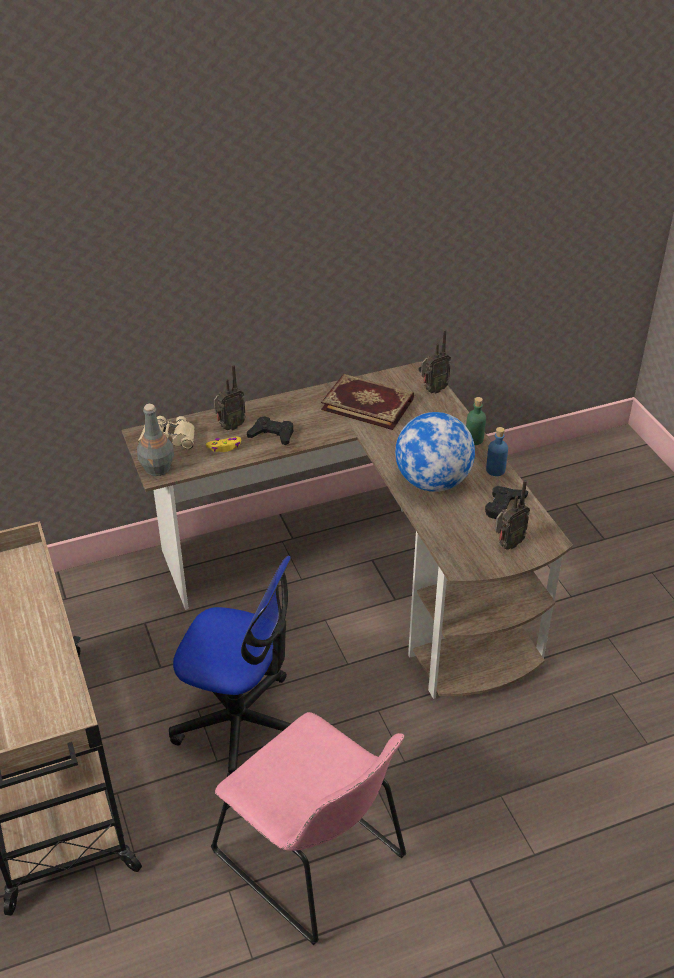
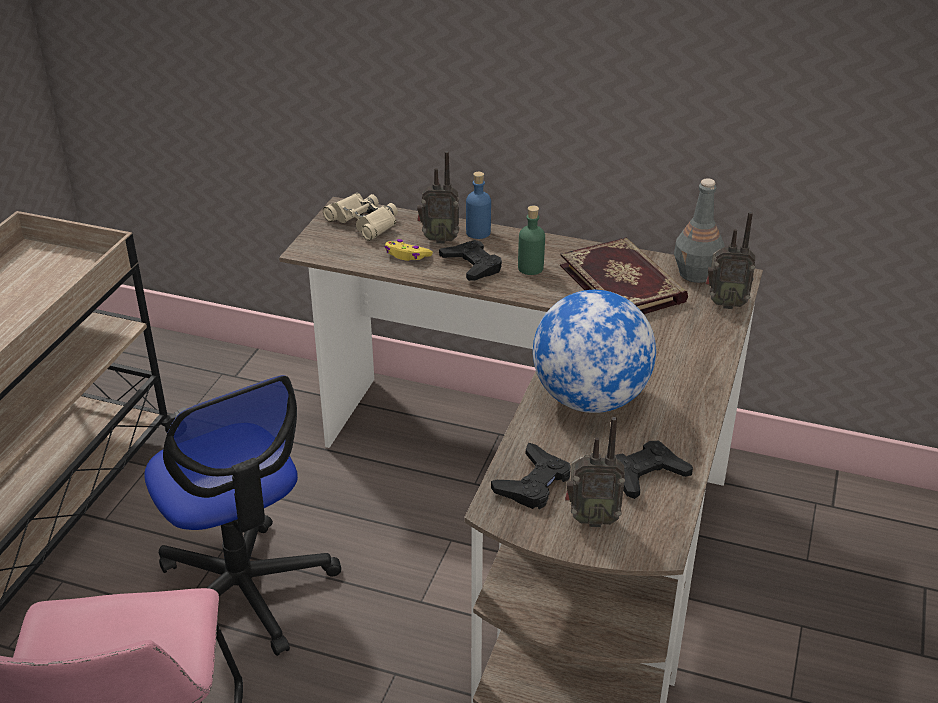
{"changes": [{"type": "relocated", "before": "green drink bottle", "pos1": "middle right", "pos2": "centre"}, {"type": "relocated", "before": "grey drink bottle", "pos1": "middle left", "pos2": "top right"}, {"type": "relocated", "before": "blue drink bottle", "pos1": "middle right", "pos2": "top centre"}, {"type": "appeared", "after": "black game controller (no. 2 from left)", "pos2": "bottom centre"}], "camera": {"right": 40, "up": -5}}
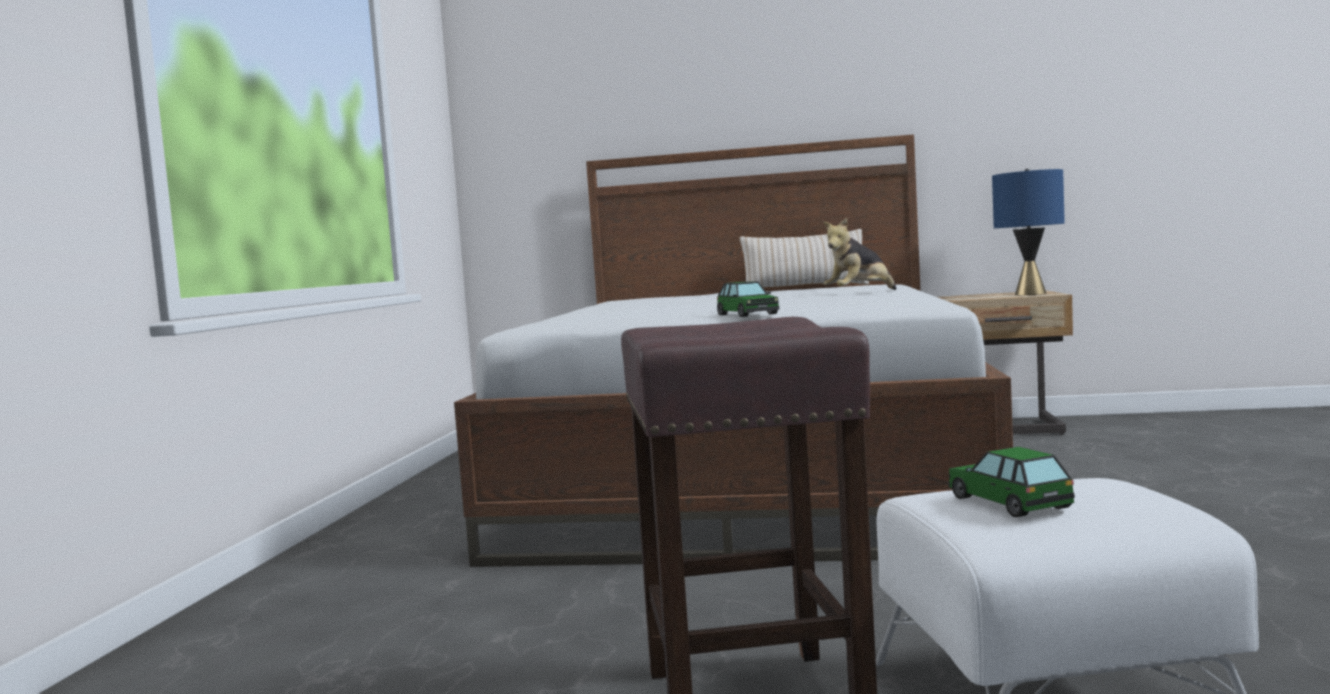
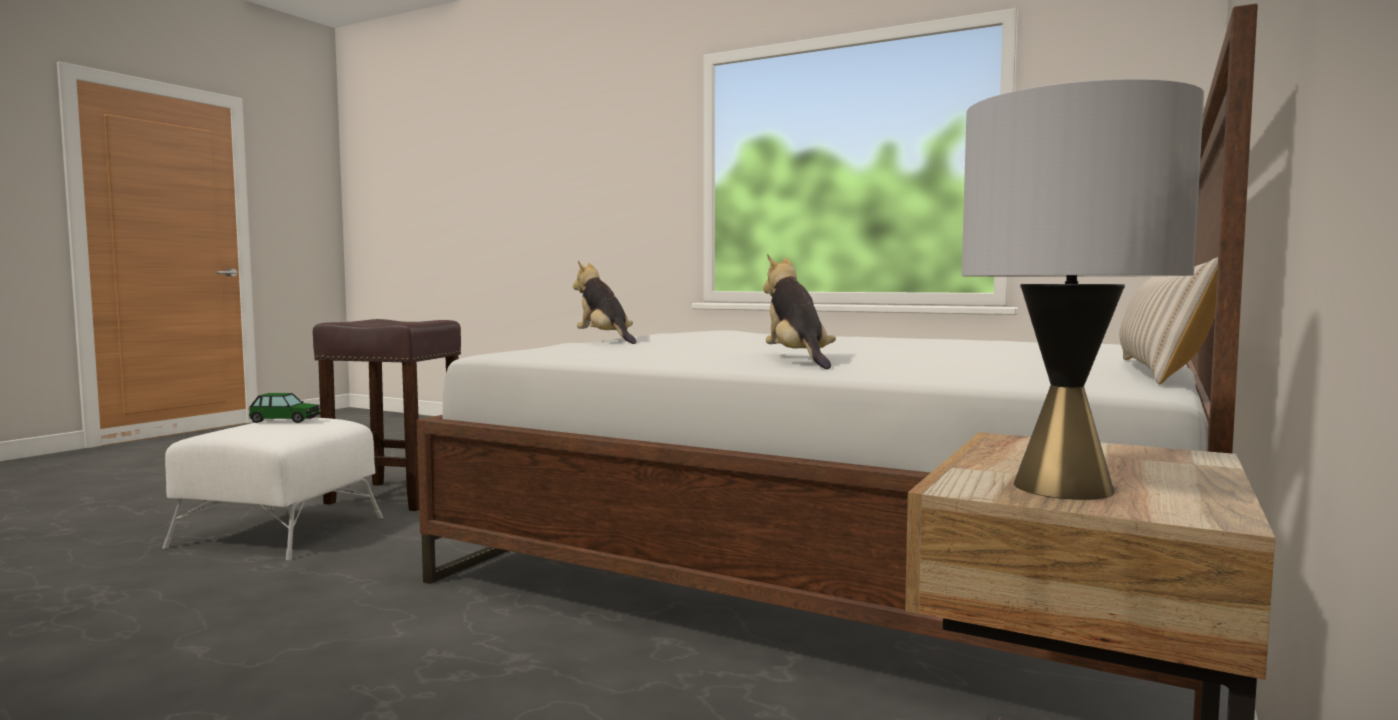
{"changes": [{"type": "colour", "before": "blue tabletop lamp", "after": "grey tabletop lamp", "pos1": "middle right", "pos2": "middle right"}, {"type": "exchanged", "before": "toy car (no. 1 from left)", "after": "plush toy (no. 1 from left)", "pos1": "centre", "pos2": "centre"}], "camera": {"right": 110, "up": 0}}
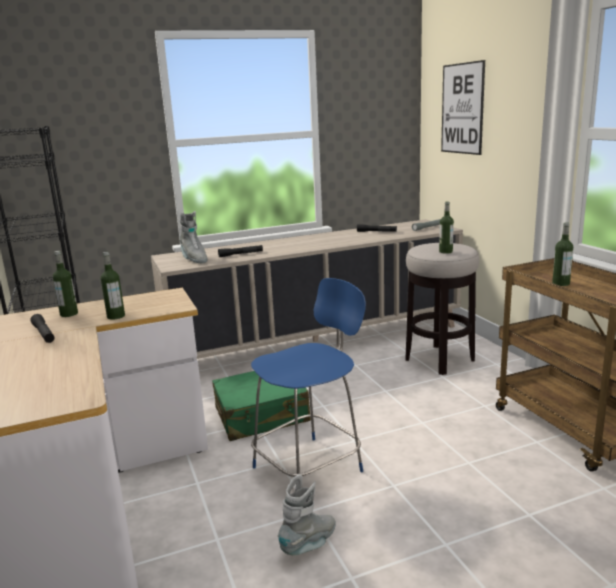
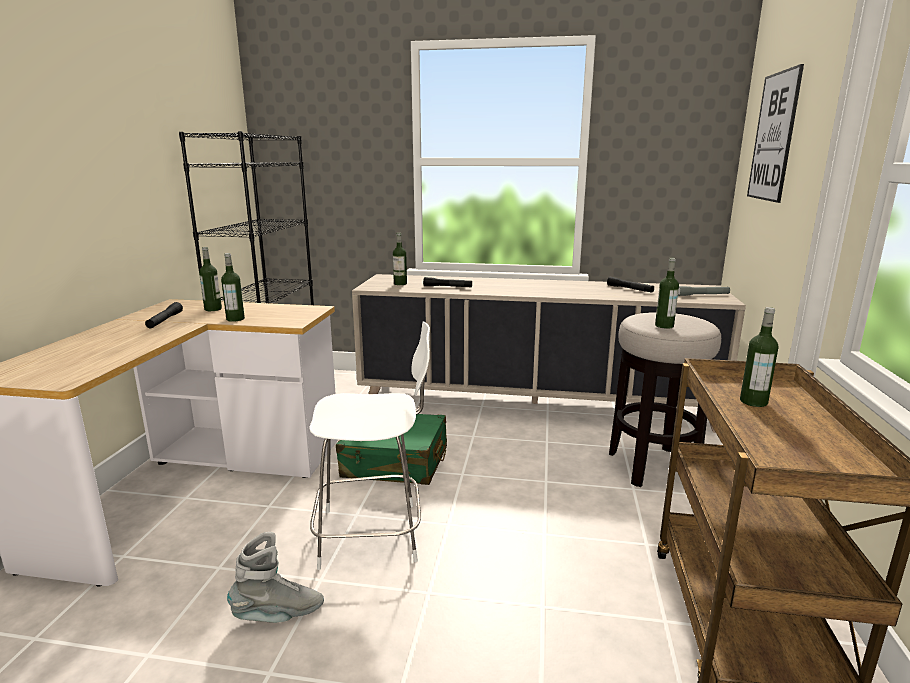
{"changes": [{"type": "exchanged", "before": "grey tall boot (no. 1 from left)", "after": "drink bottle (no. 3 from left)", "pos1": "middle left", "pos2": "centre"}, {"type": "colour", "before": "blue plain chair", "after": "white-coloured plain chair", "pos1": "centre", "pos2": "centre"}], "camera": {"right": 30, "up": 0}}
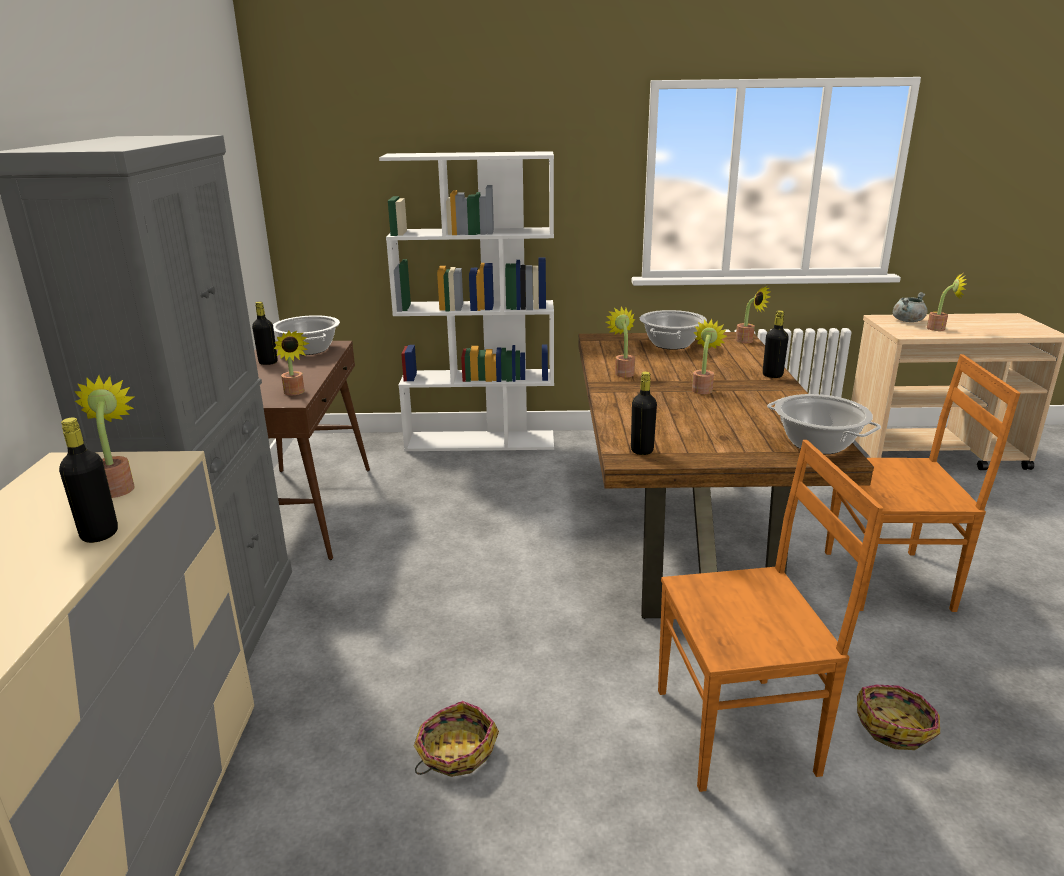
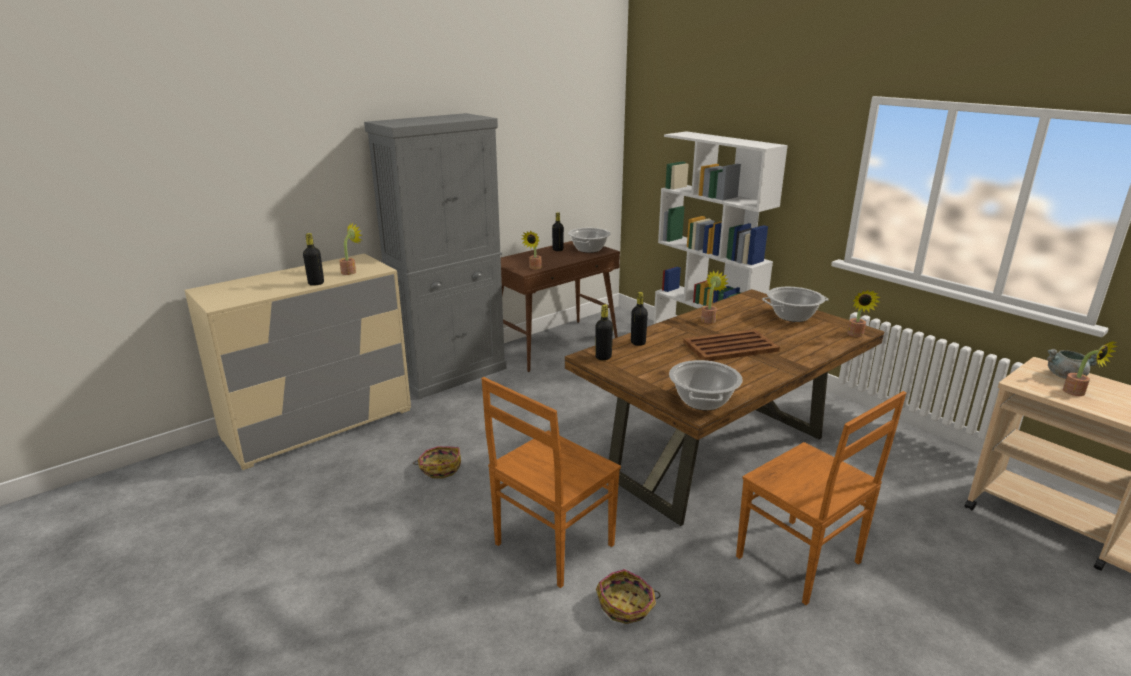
{"changes": [{"type": "relocated", "before": "black drink bottle (no. 4 from left)", "pos1": "middle right", "pos2": "centre"}, {"type": "exchanged", "before": "houseplant (no. 4 from left)", "after": "brownish serving tray", "pos1": "centre", "pos2": "centre"}, {"type": "spun", "before": "brownish plain chair (no. 1 from left)", "pos1": "bottom right", "pos2": "bottom centre", "turn": 90}], "camera": {"right": 50, "up": 0}}
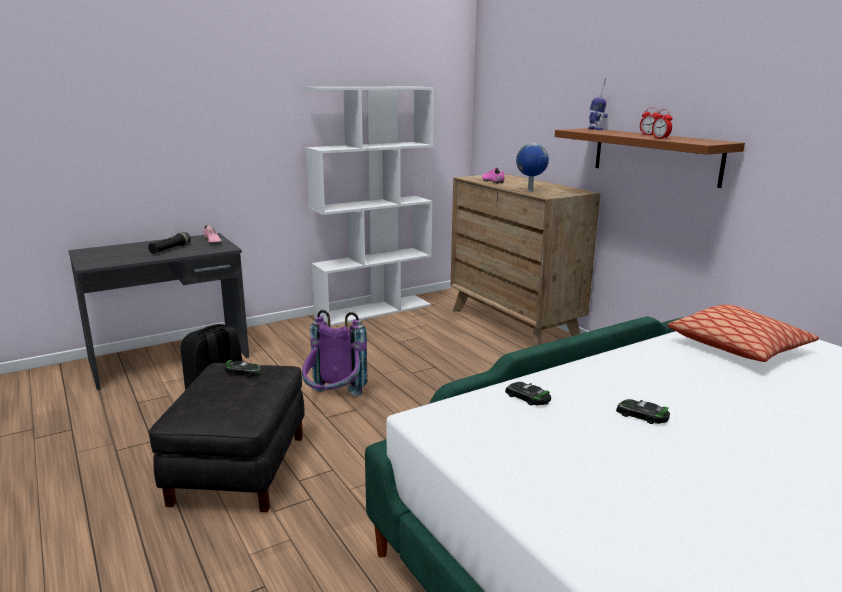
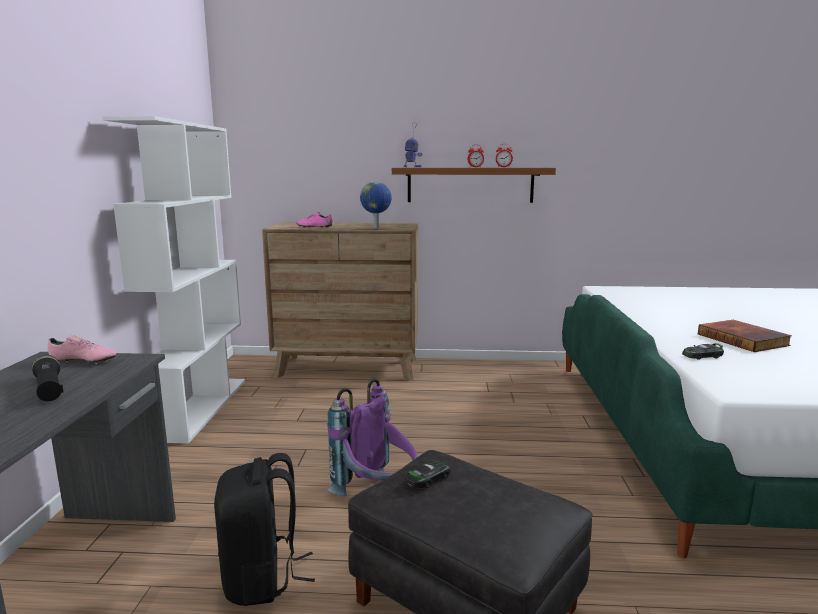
{"changes": [{"type": "missing", "before": "throw pillow", "pos1": "middle right"}, {"type": "exchanged", "before": "toy car (no. 3 from left)", "after": "volume", "pos1": "bottom right", "pos2": "middle right"}], "camera": {"right": -55, "up": -5}}
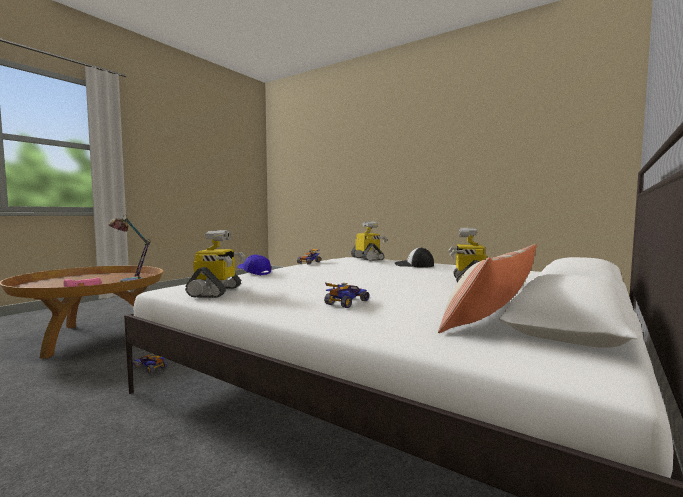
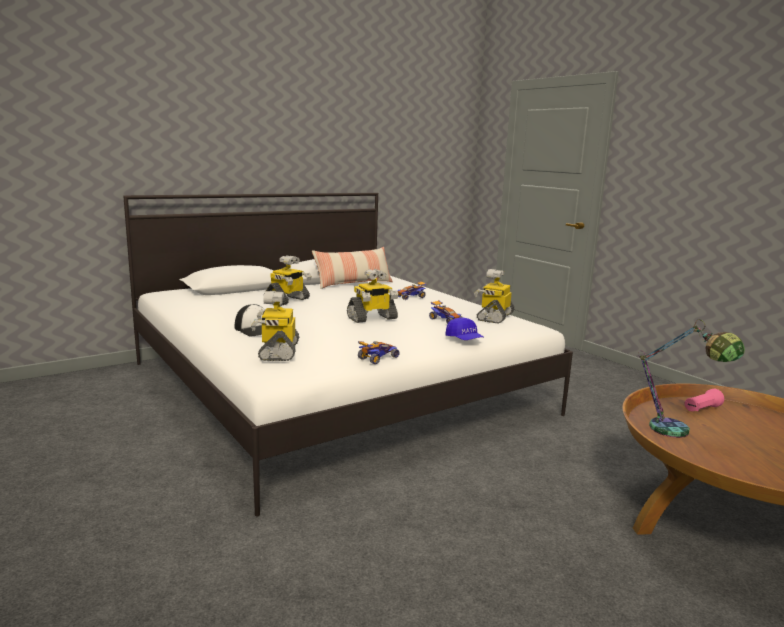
{"changes": [{"type": "relocated", "before": "toy car (no. 1 from left in the first image)", "after": "toy car (no. 3 from left)", "pos1": "bottom left", "pos2": "centre"}, {"type": "appeared", "after": "robot figure (no. 3 from left)", "pos2": "centre"}], "camera": {"right": -160, "up": 10}}
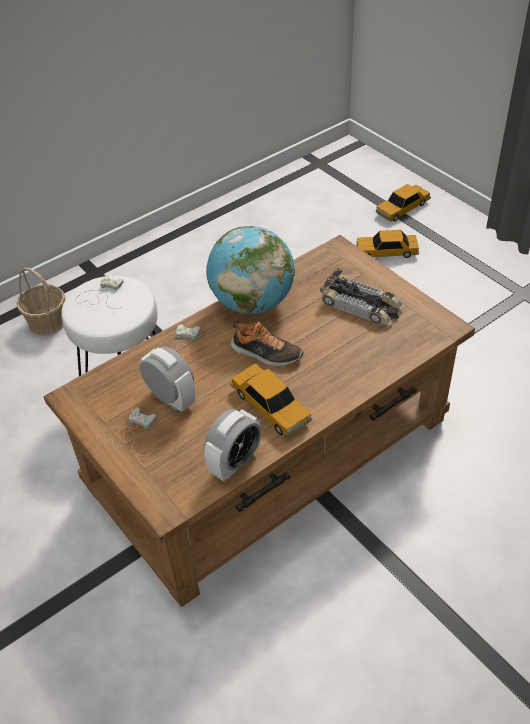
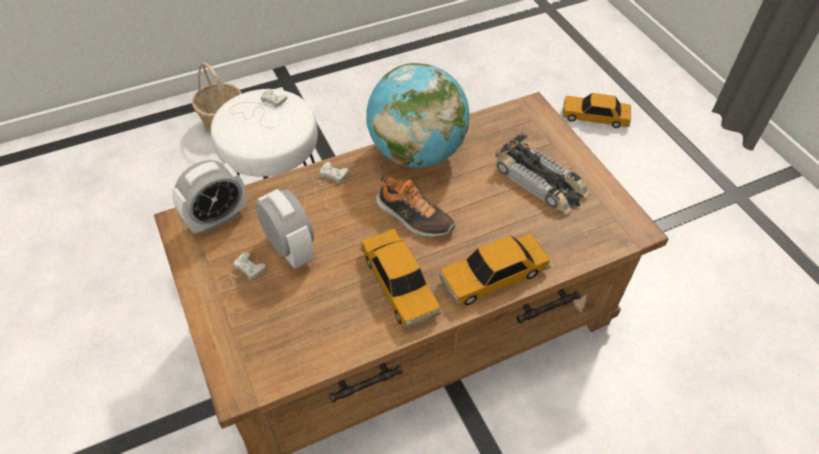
{"changes": [{"type": "relocated", "before": "toy car (no. 4 from left in the first image)", "after": "toy car (no. 2 from left)", "pos1": "top right", "pos2": "centre"}, {"type": "relocated", "before": "alarm clock (no. 2 from left in the first image)", "after": "alarm clock (no. 1 from left)", "pos1": "centre", "pos2": "middle left"}], "camera": {"right": 10, "up": 5}}
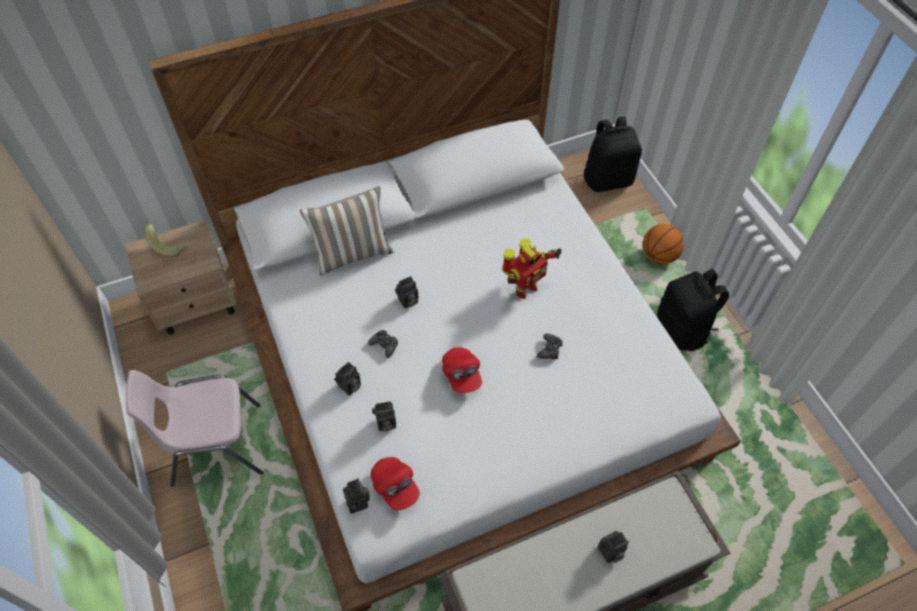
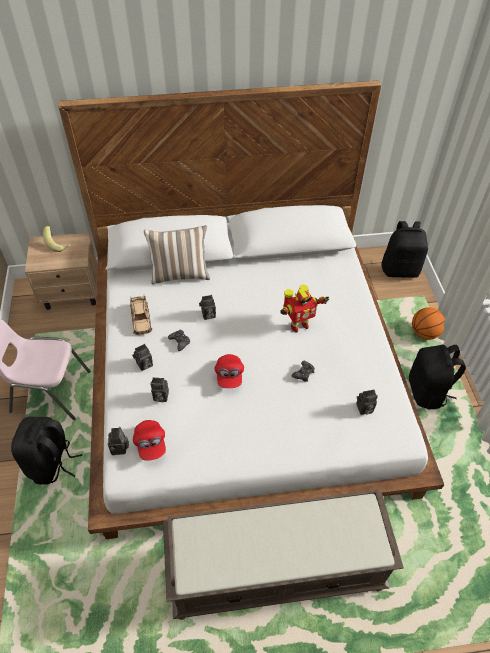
{"changes": [{"type": "relocated", "before": "still camera (no. 5 from left)", "pos1": "bottom right", "pos2": "middle right"}, {"type": "appeared", "after": "sand-coloured toy car", "pos2": "middle left"}, {"type": "appeared", "after": "black backpack (no. 1 from left)", "pos2": "bottom left"}], "camera": {"right": 15, "up": -5}}
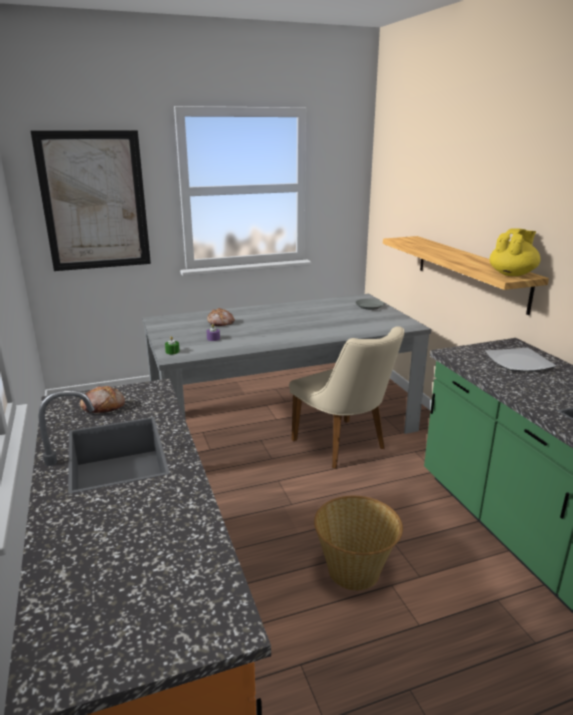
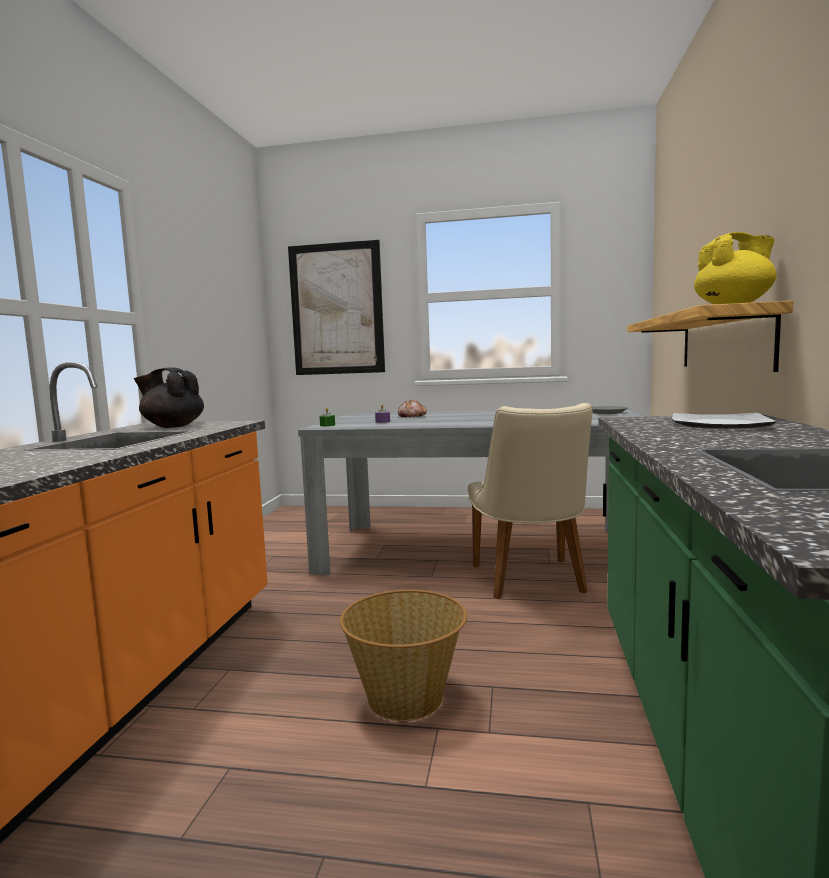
{"changes": [{"type": "exchanged", "before": "bakery bread (no. 1 from left)", "after": "black pot for tea", "pos1": "middle left", "pos2": "middle left"}], "camera": {"right": 30, "up": -15}}
